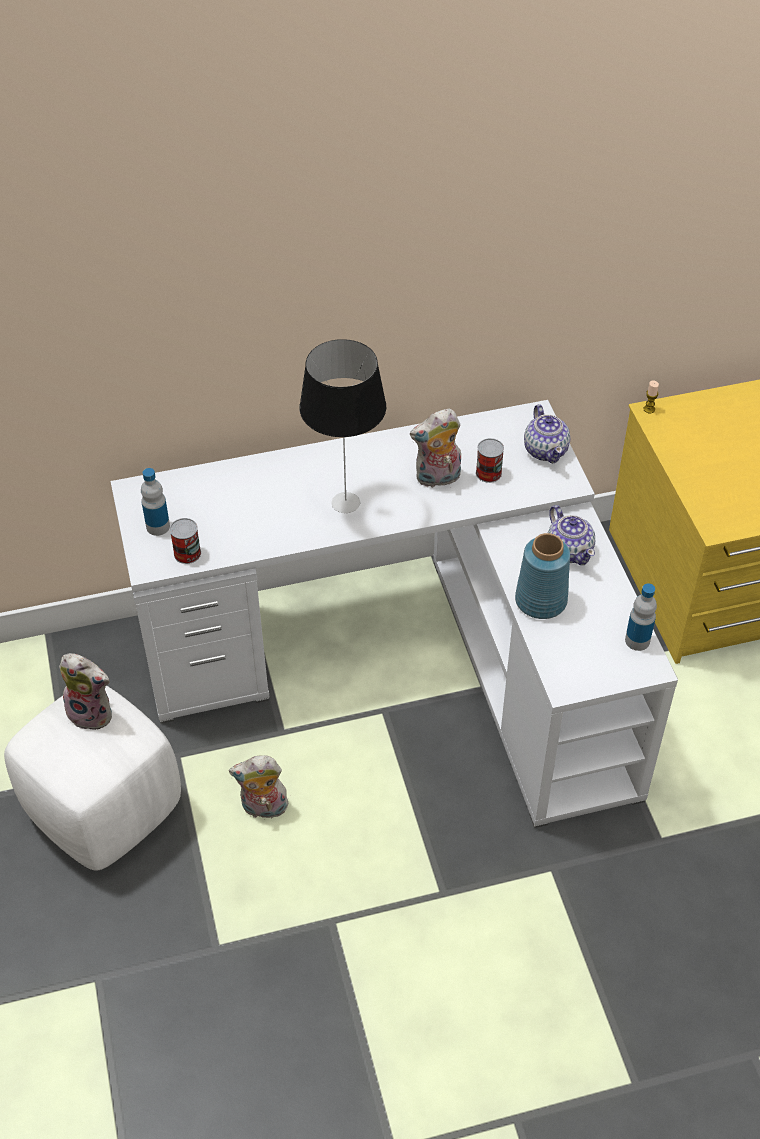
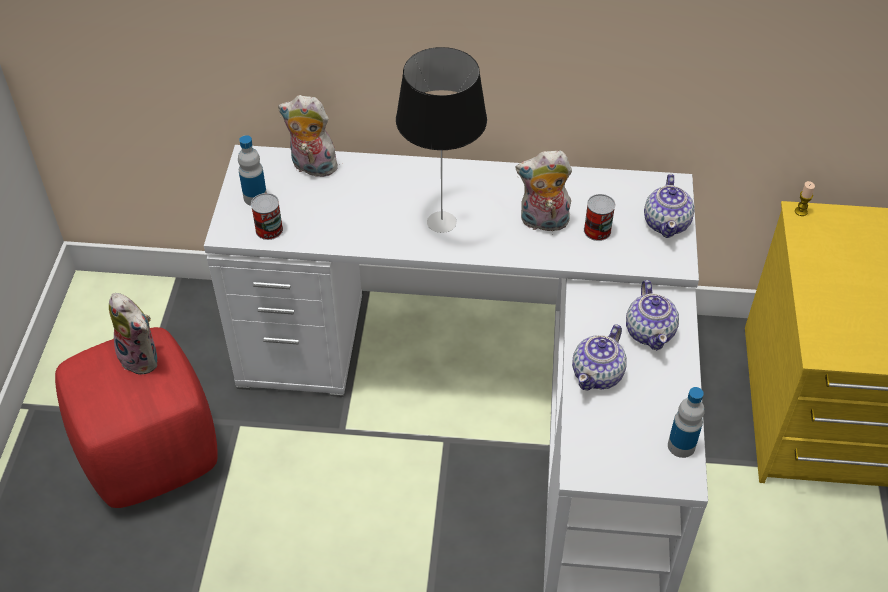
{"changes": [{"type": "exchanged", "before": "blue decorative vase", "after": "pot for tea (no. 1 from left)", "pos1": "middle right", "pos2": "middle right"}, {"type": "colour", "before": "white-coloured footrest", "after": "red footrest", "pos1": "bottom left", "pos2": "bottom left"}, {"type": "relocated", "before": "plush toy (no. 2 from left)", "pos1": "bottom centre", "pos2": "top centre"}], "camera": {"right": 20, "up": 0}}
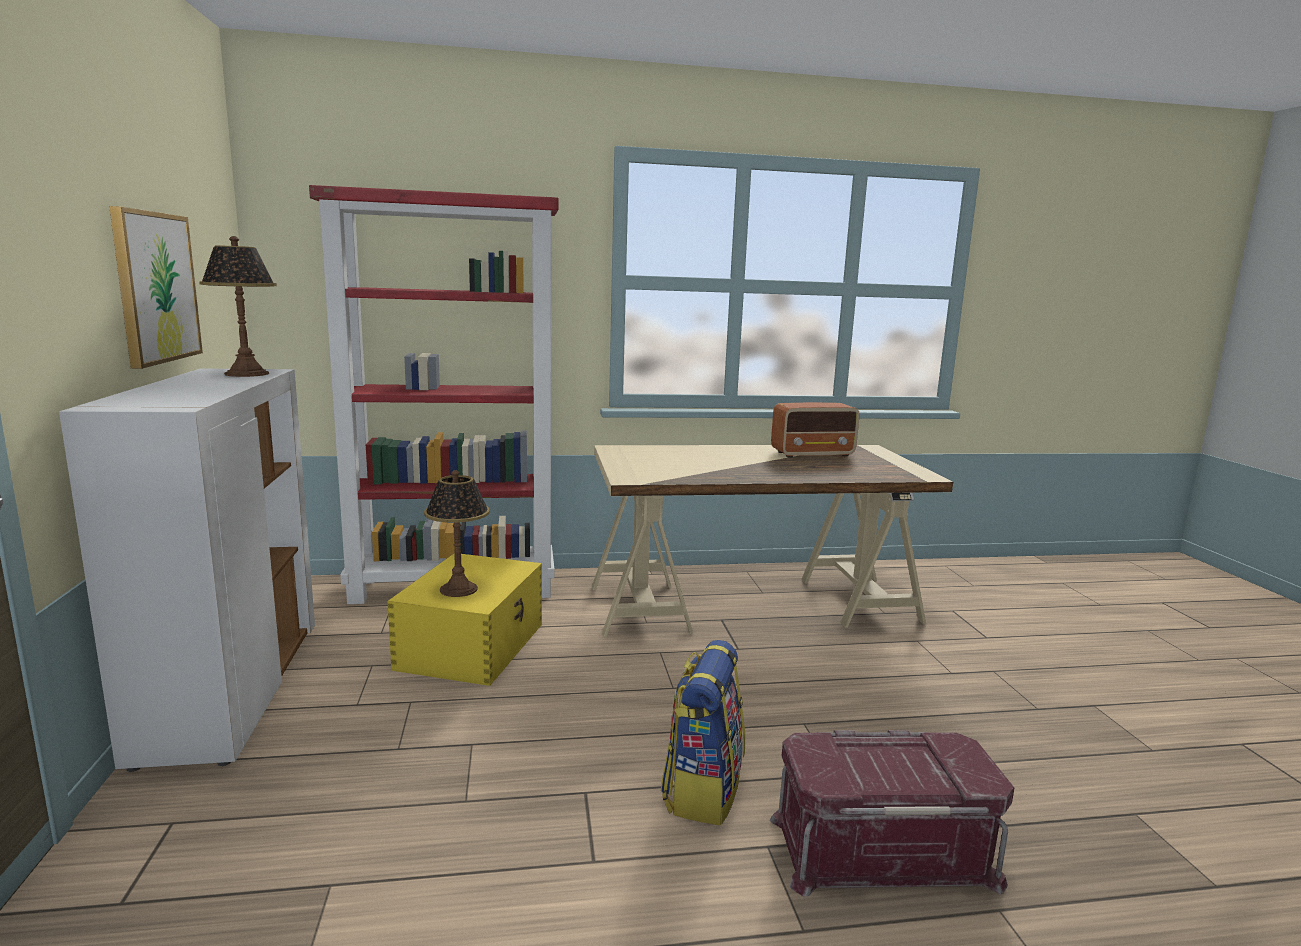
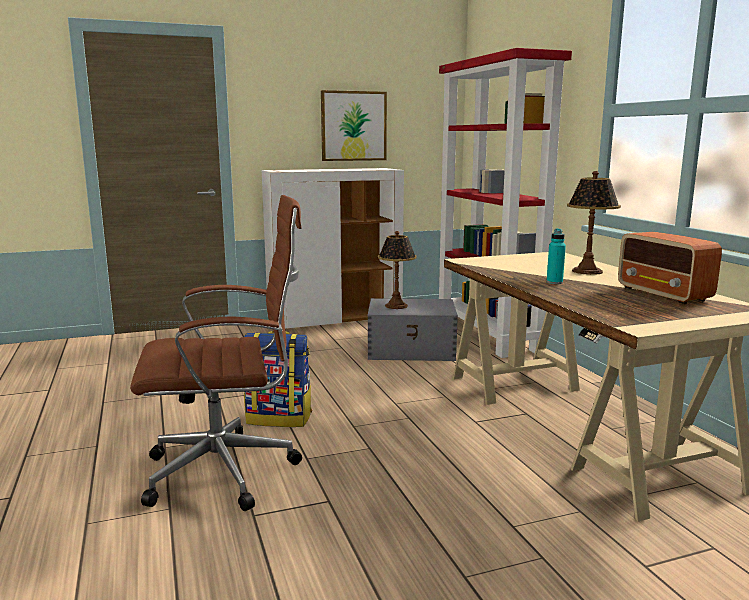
{"changes": [{"type": "relocated", "before": "tabletop lamp (no. 1 from left in the first image)", "after": "tabletop lamp (no. 2 from left)", "pos1": "top left", "pos2": "middle right"}, {"type": "colour", "before": "yellow-coloured storage container", "after": "grey storage container", "pos1": "centre", "pos2": "centre"}, {"type": "exchanged", "before": "red storage container", "after": "brownish desk chair", "pos1": "bottom right", "pos2": "middle left"}, {"type": "appeared", "after": "turquoise-coloured drink bottle", "pos2": "middle right"}], "camera": {"right": 80, "up": 0}}
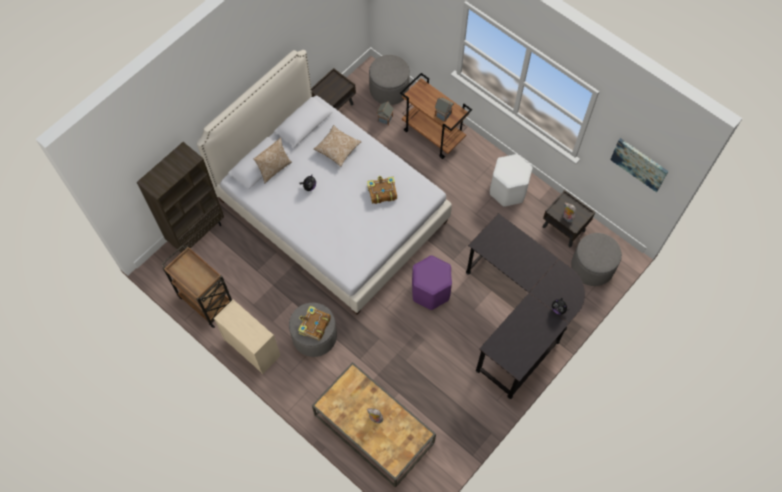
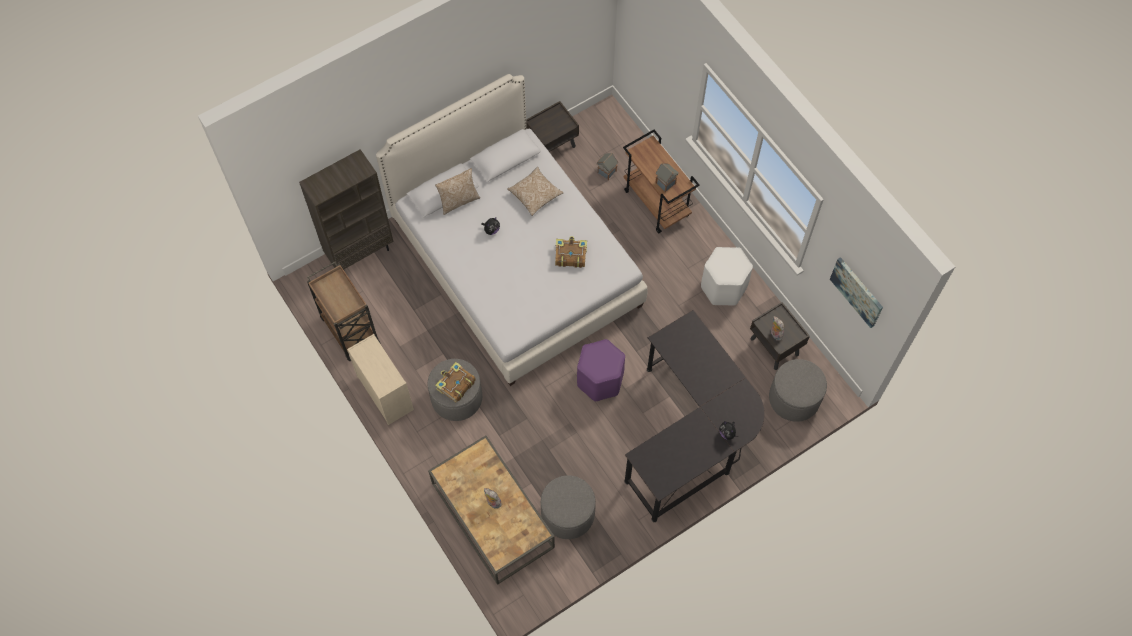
{"changes": [{"type": "relocated", "before": "grey footrest (no. 2 from left)", "pos1": "top centre", "pos2": "bottom centre"}], "camera": {"right": 15, "up": 0}}
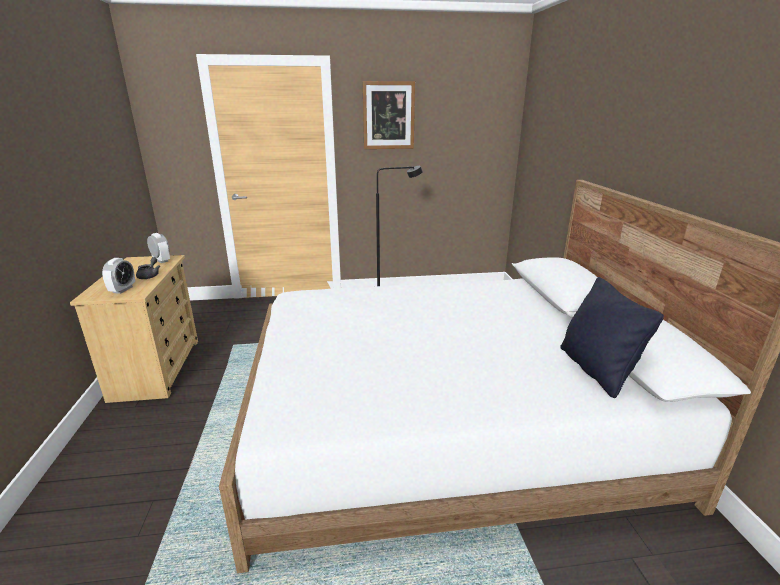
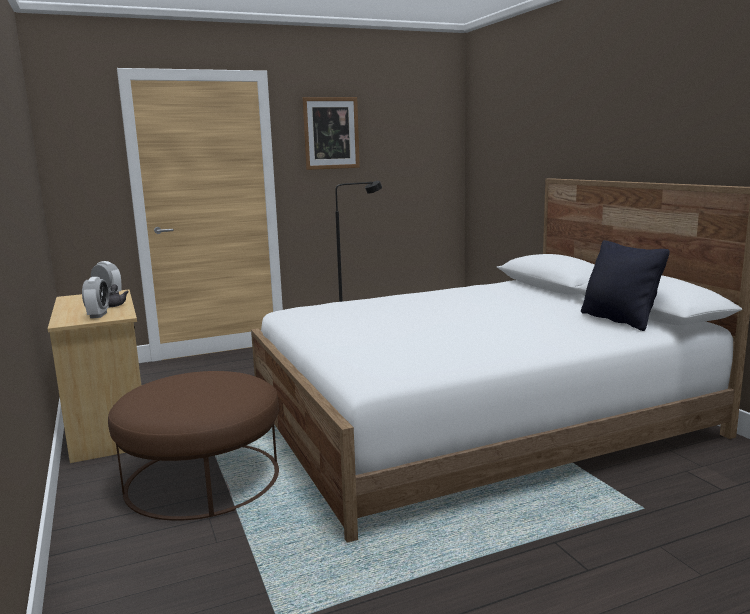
{"changes": [{"type": "appeared", "after": "brownish footrest", "pos2": "bottom left"}], "camera": {"right": -15, "up": -10}}
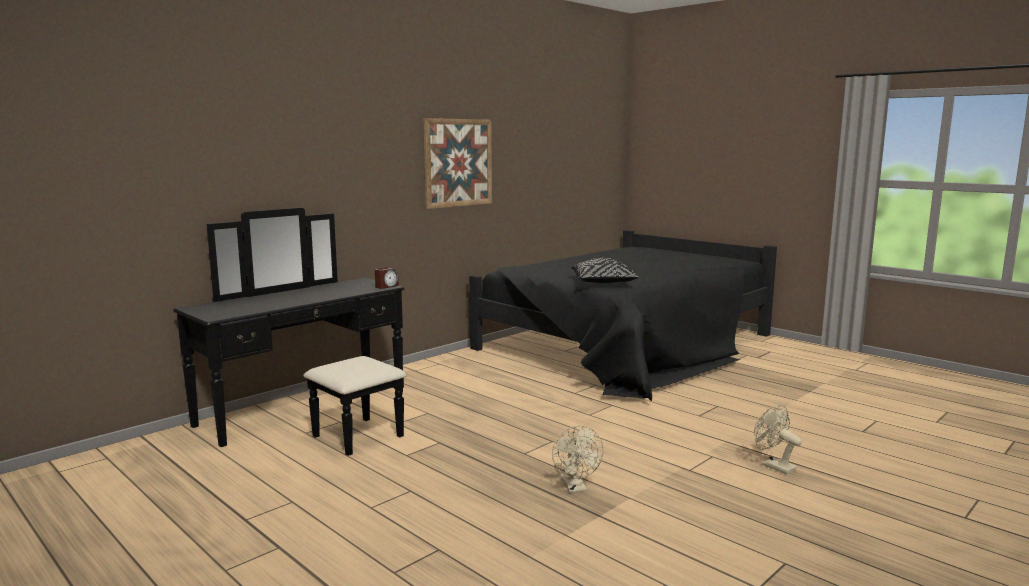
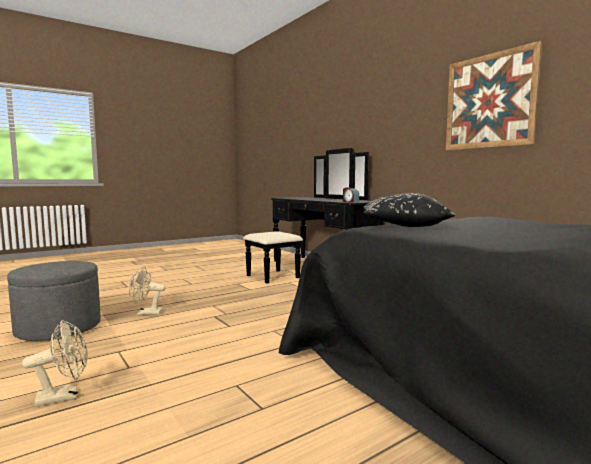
{"changes": [{"type": "appeared", "after": "grey footrest", "pos2": "middle left"}], "camera": {"right": 100, "up": -5}}
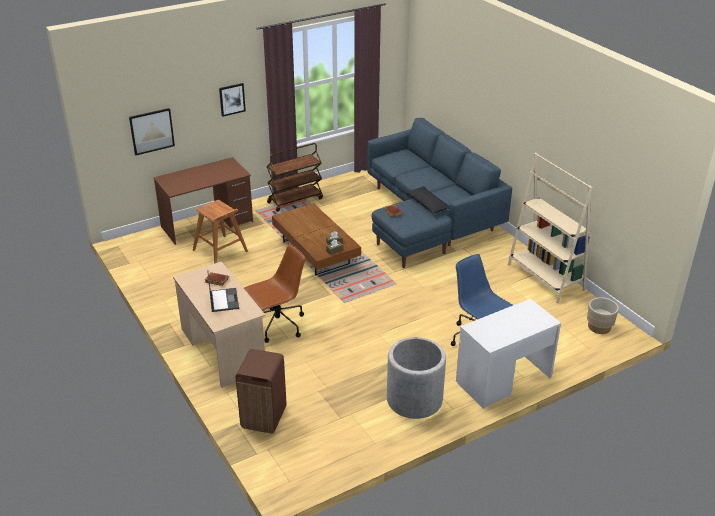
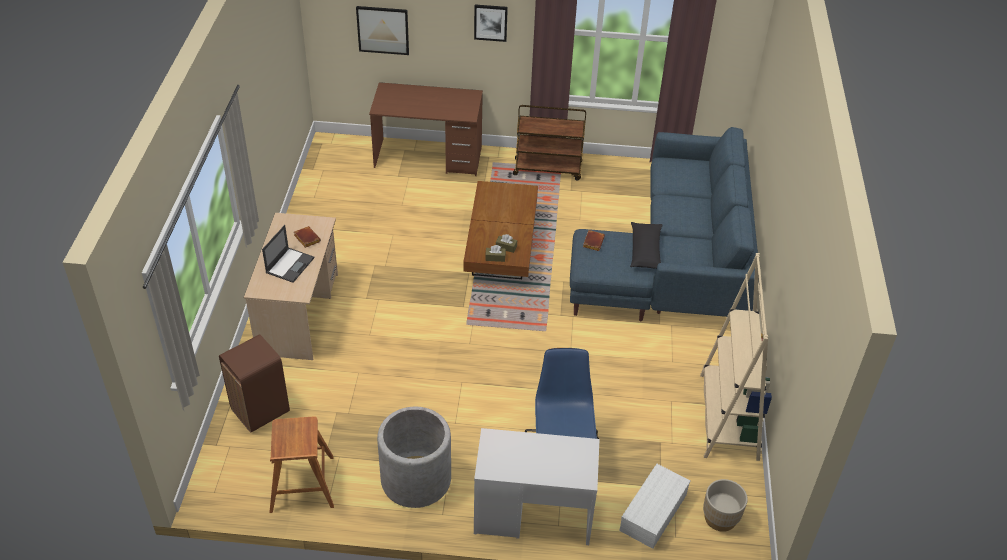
{"changes": [{"type": "relocated", "before": "brownish sitting stool", "pos1": "middle left", "pos2": "bottom left"}, {"type": "missing", "before": "brownish desk chair", "pos1": "centre"}, {"type": "appeared", "after": "white-coloured storage container", "pos2": "bottom centre"}], "camera": {"right": 35, "up": 10}}
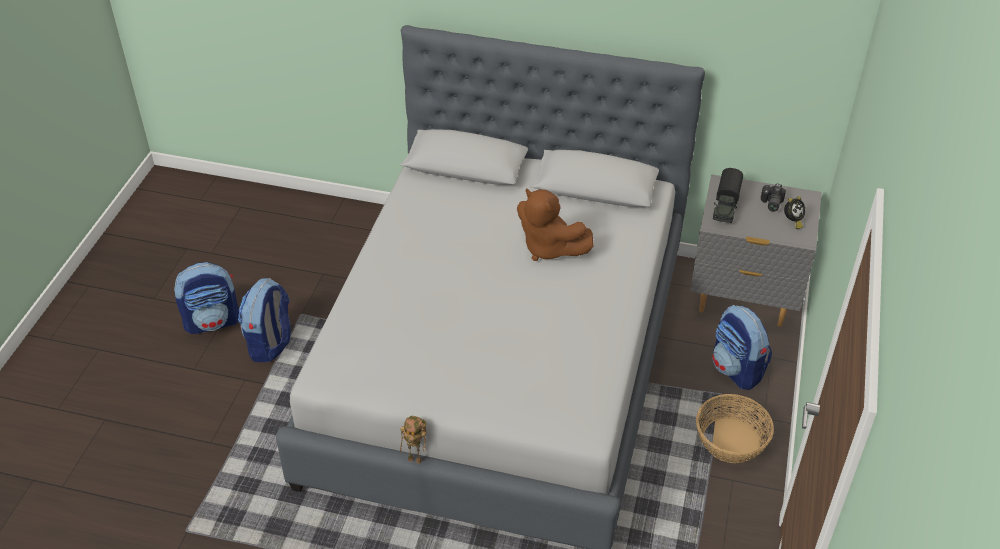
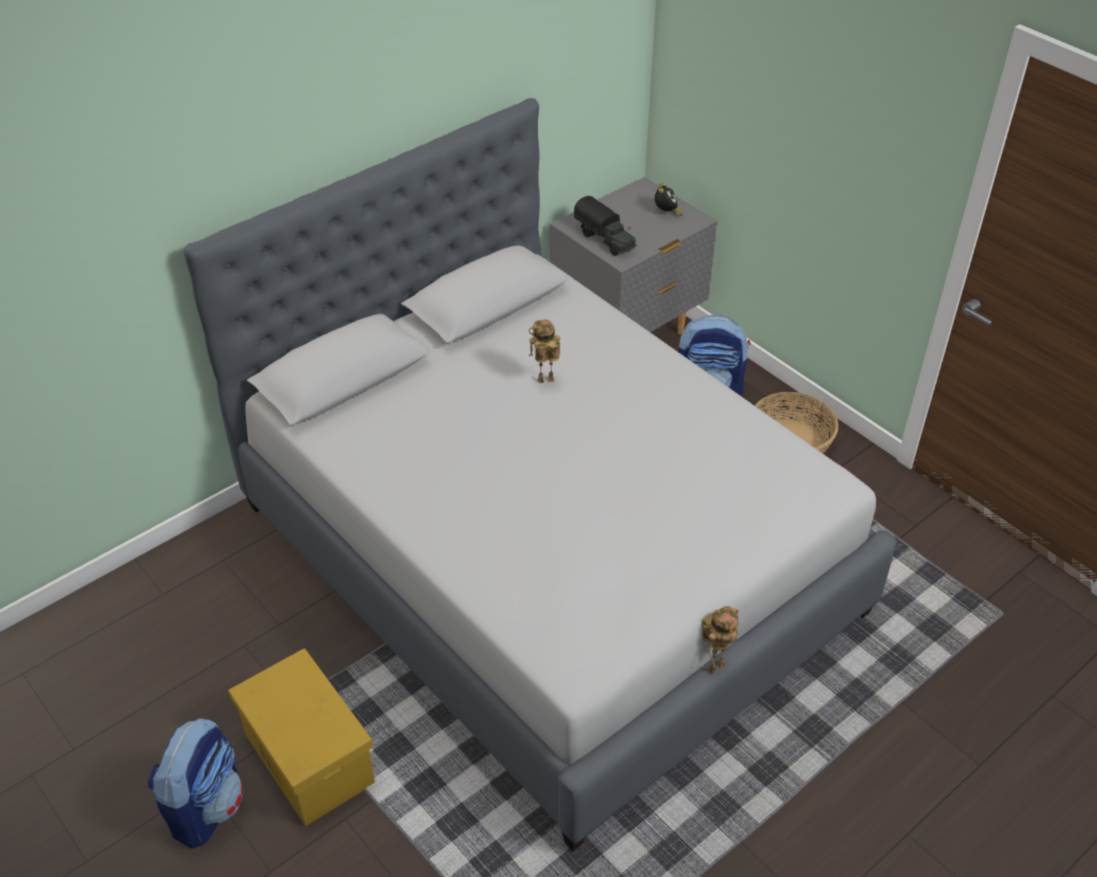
{"changes": [{"type": "missing", "before": "still camera", "pos1": "middle right"}, {"type": "exchanged", "before": "brownish plush toy", "after": "robot figure (no. 1 from left)", "pos1": "centre", "pos2": "centre"}, {"type": "exchanged", "before": "backpack (no. 2 from left)", "after": "yellow-coloured storage container", "pos1": "middle left", "pos2": "bottom left"}], "camera": {"right": -55, "up": 0}}
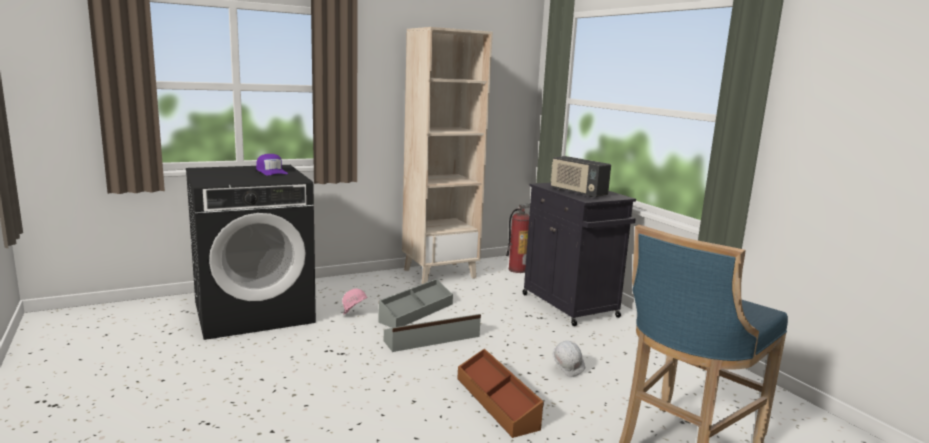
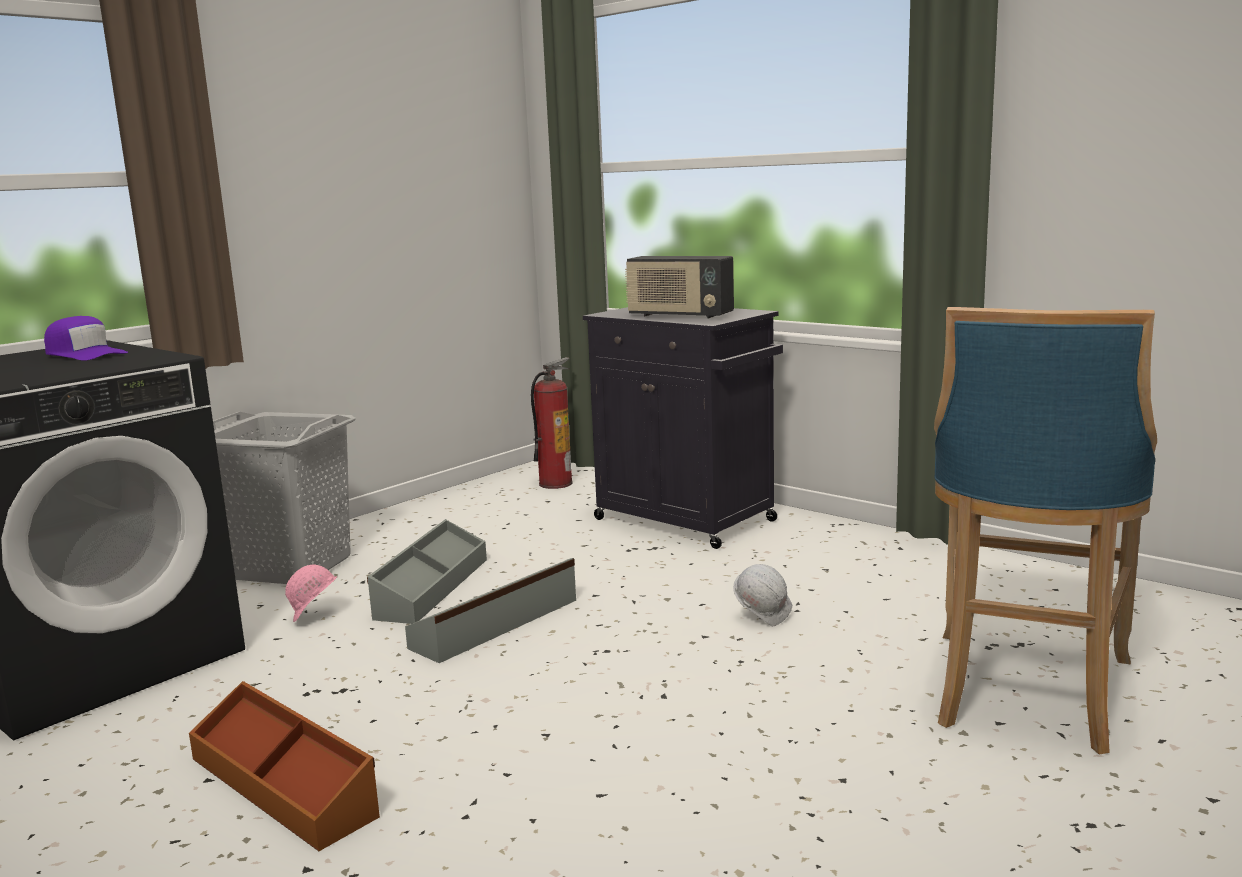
{"changes": [{"type": "missing", "before": "sand-coloured bookcase", "pos1": "centre"}, {"type": "relocated", "before": "brownish storage container", "pos1": "bottom centre", "pos2": "bottom left"}, {"type": "appeared", "after": "grey laundry basket", "pos2": "middle left"}], "camera": {"right": -20, "up": 0}}
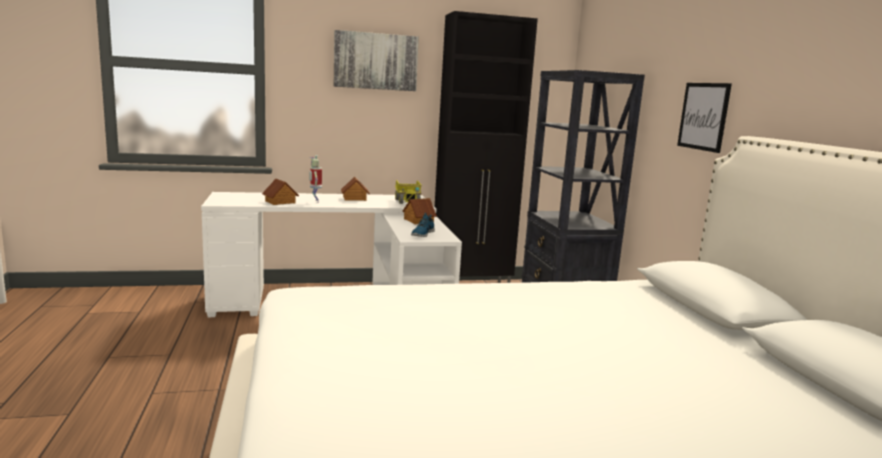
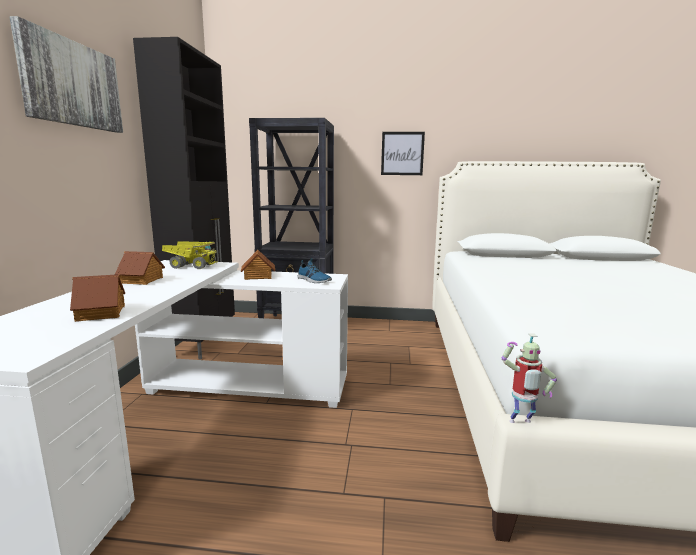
{"changes": [{"type": "relocated", "before": "robot figure", "pos1": "centre", "pos2": "bottom right"}], "camera": {"right": -70, "up": 0}}
